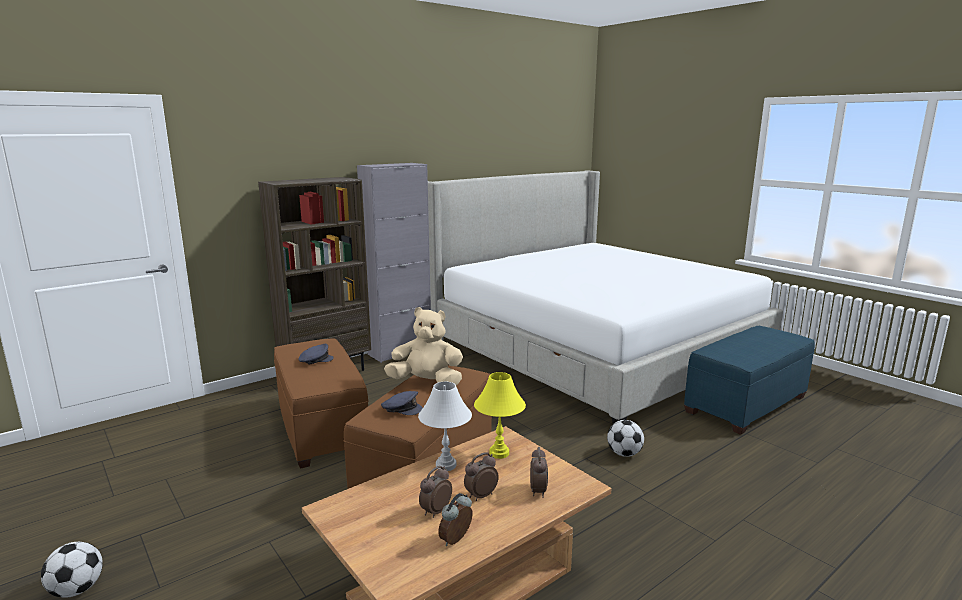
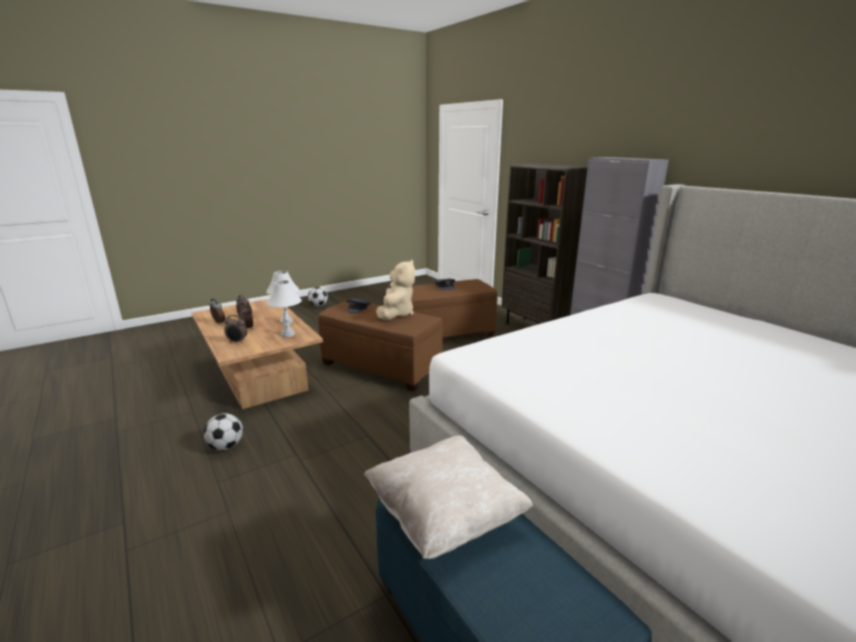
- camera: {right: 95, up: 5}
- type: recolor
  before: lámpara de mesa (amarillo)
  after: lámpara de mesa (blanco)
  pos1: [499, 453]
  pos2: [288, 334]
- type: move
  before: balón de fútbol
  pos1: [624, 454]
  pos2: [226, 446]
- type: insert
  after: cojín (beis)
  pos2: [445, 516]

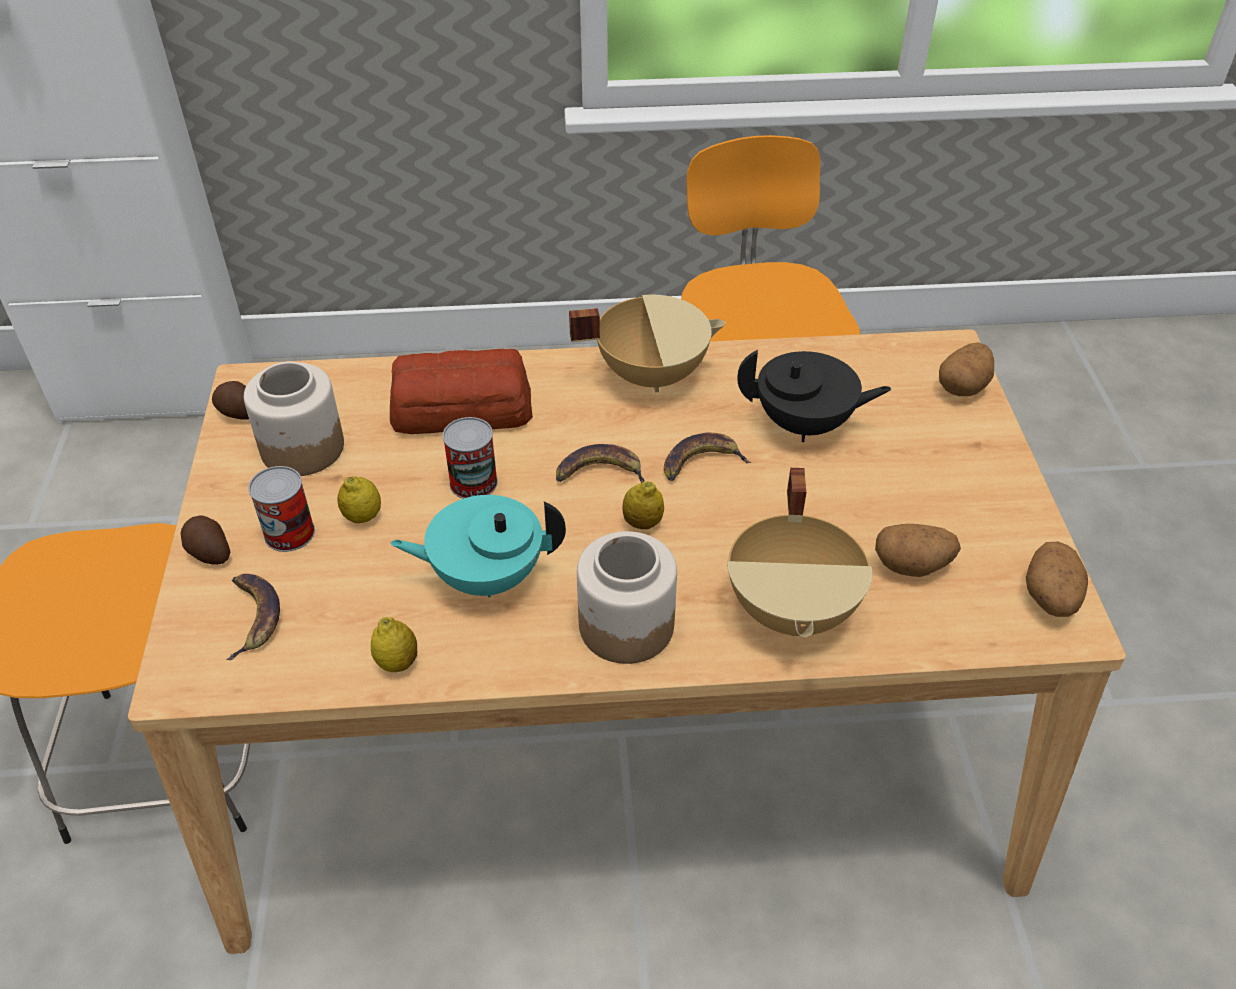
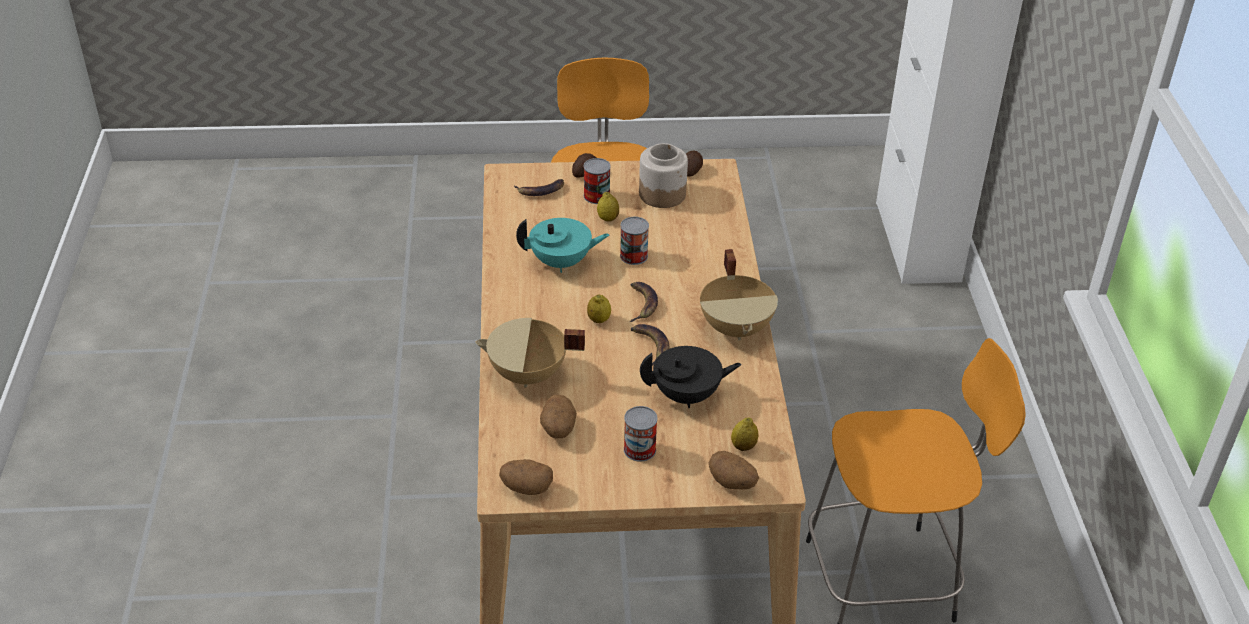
- camera: {right: 90, up: -5}
- type: move
  before: limón
  pos1: [397, 662]
  pos2: [743, 446]
- type: delete
  before: pan
  pos1: [459, 407]
- type: rotate
  before: tetera (turquesa)
  pos1: [486, 576]
  pos2: [562, 262]
  turn: 90
- type: delete
  before: tarro
  pos1: [625, 625]
- type: rotate
  before: tetera (negro)
  pos1: [805, 425]
  pos2: [687, 395]
  turn: -105
- type: insert
  after: lata
  pos2: [639, 449]

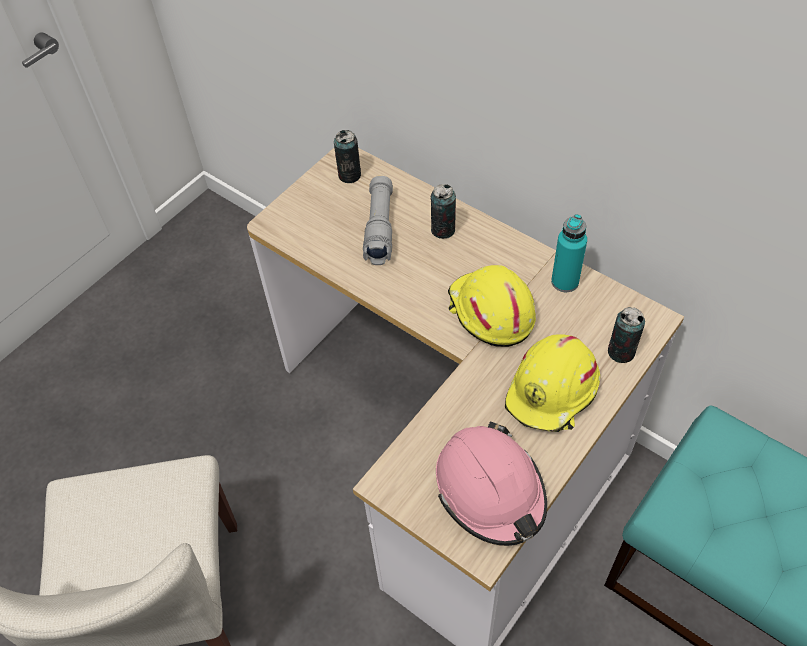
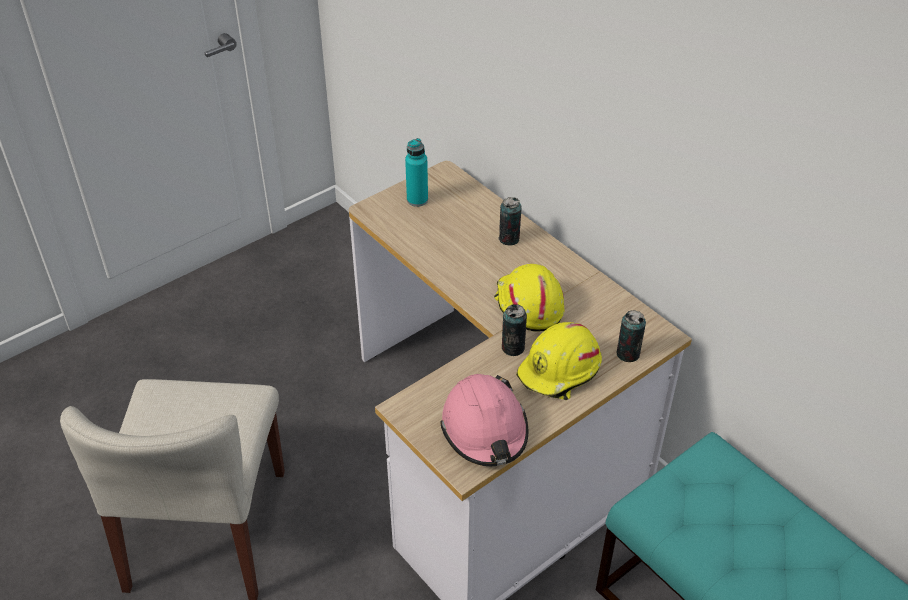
- camera: {right: 10, up: -10}
- type: move
  before: lata
  pos1: [349, 175]
  pos2: [513, 348]
- type: delete
  before: linterna (gris)
  pos1: [380, 228]
- type: move
  before: botella (turquesa)
  pos1: [565, 282]
  pos2: [417, 200]

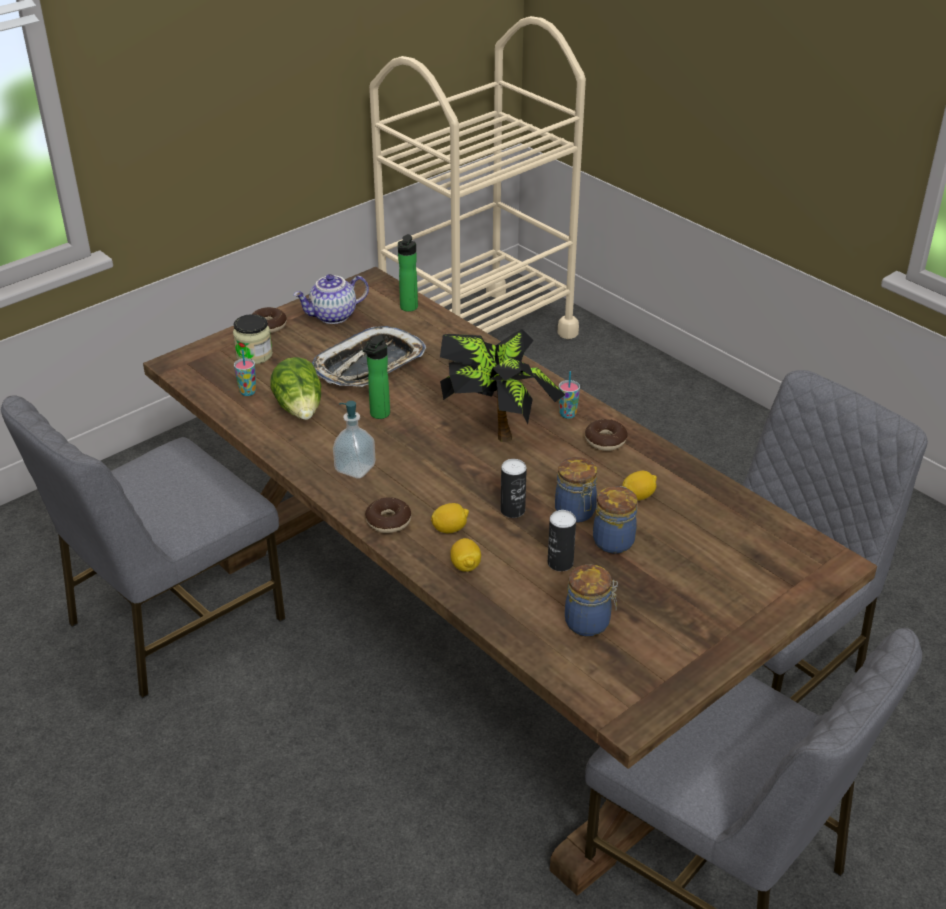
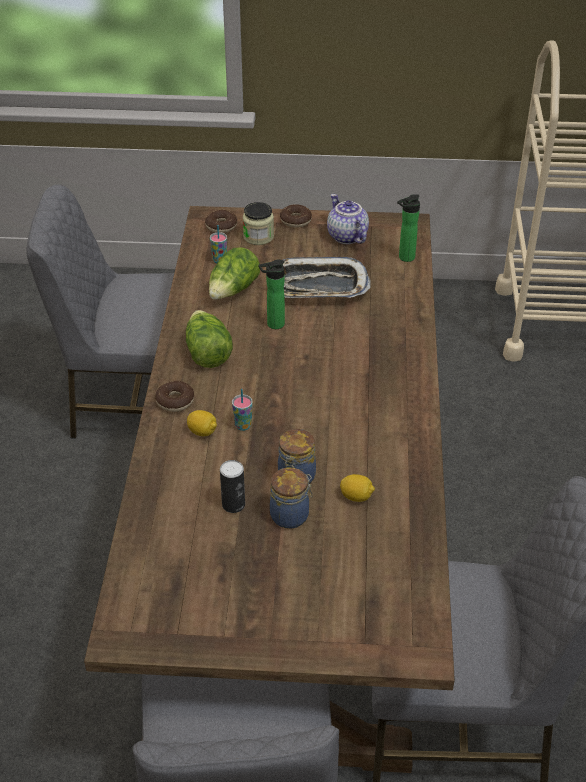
- camera: {right: 45, up: 5}
- type: rotate
  before: tetera
  pos1: [333, 316]
  pos2: [346, 236]
  turn: 45
- type: replace
  before: dispensador de jabón
  after: lechuga
  pos1: [355, 468]
  pos2: [207, 352]
- type: delete
  before: planta en maceta
  pos1: [497, 429]
- type: delete
  before: limón
  pos1: [465, 566]
- type: delete
  before: lata
  pos1: [512, 510]
- type: move
  before: taza
  pos1: [567, 414]
  pos2: [243, 425]
- type: delete
  before: tarro
  pos1: [589, 623]
- type: move
  before: rosquilla
  pos1: [605, 440]
  pos2: [221, 226]

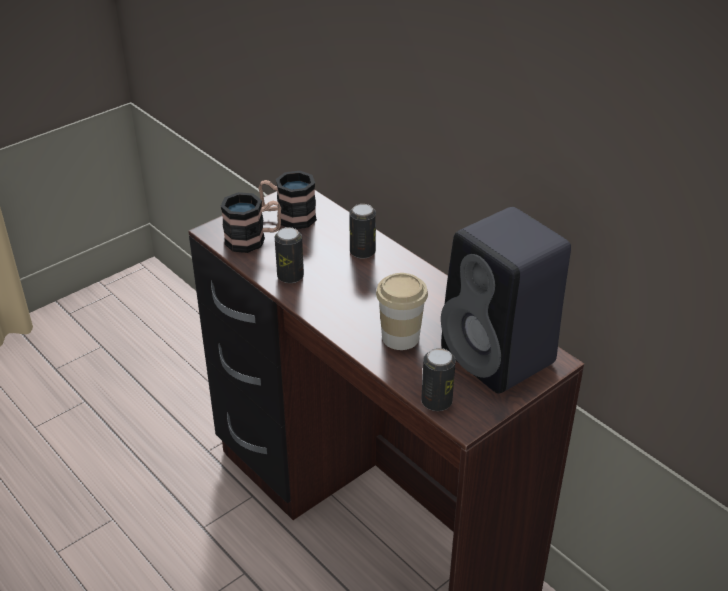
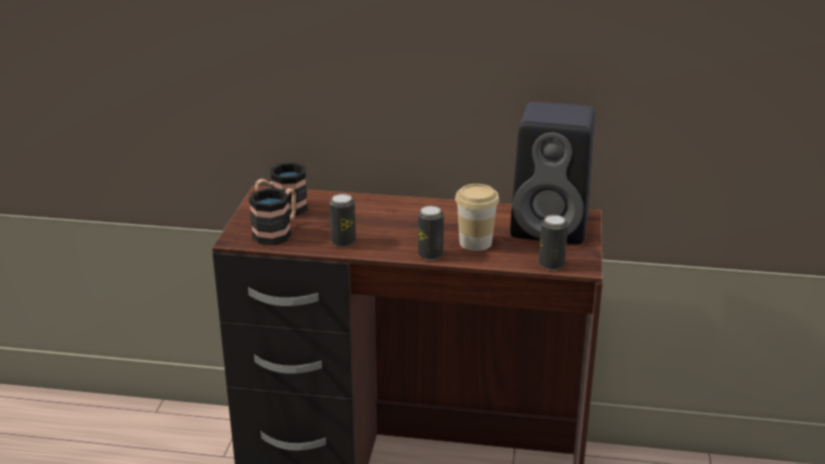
- camera: {right: -40, up: -10}
- type: move
  before: lata
  pos1: [362, 252]
  pos2: [430, 254]

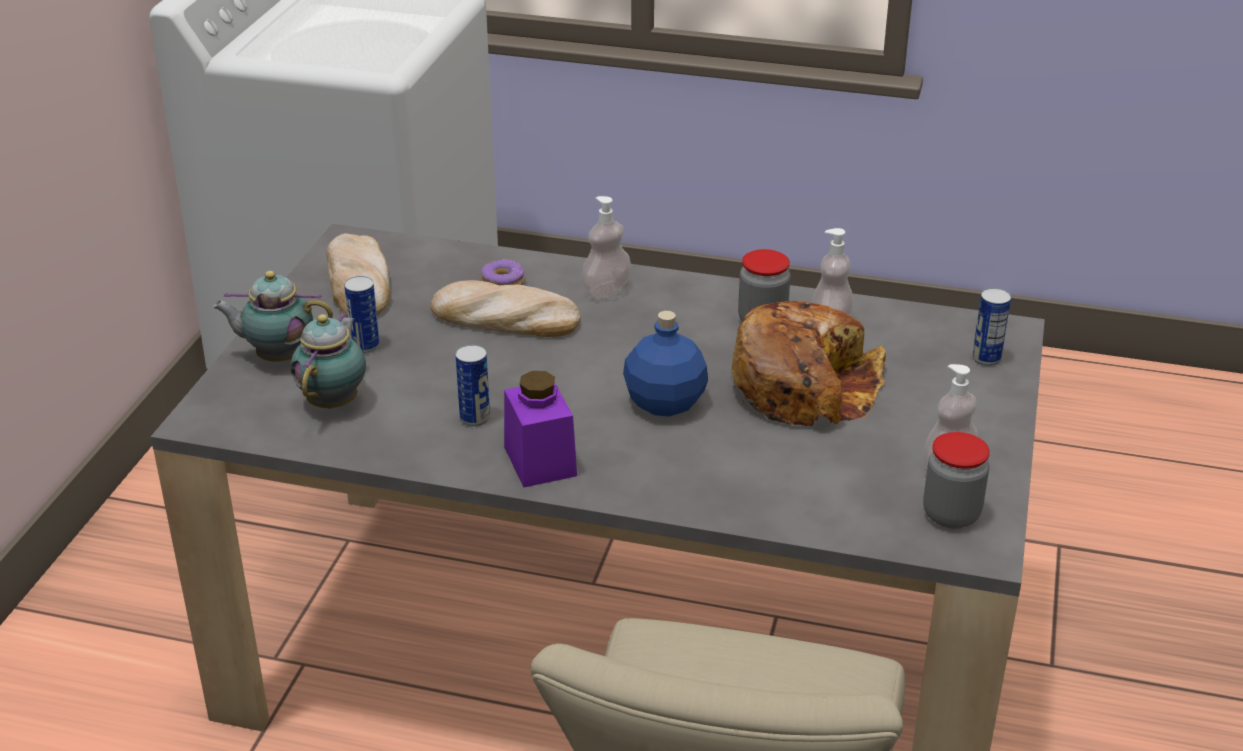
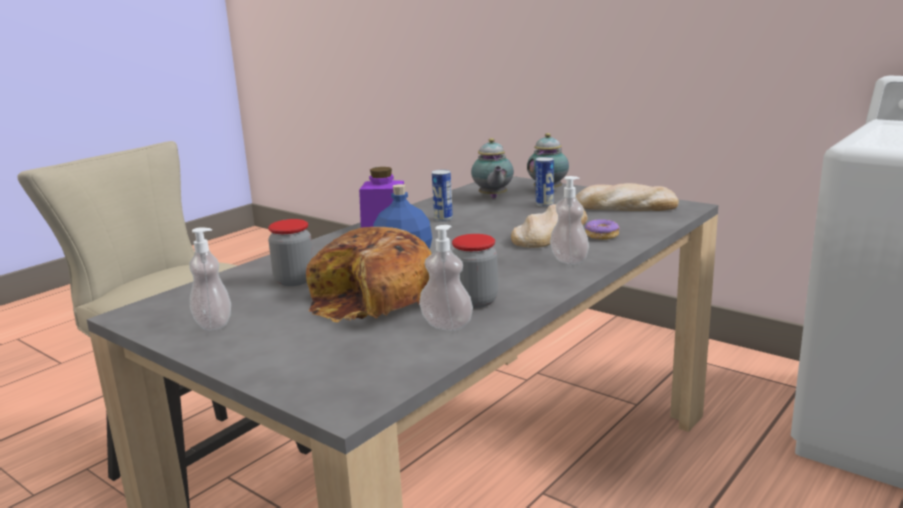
- camera: {right: 115, up: -15}
- type: rotate
  before: tetera
  pos1: [335, 401]
  pos2: [492, 197]
  turn: 45
- type: move
  before: tarro
  pos1: [951, 515]
  pos2: [294, 280]
- type: delete
  before: lata
  pos1: [986, 359]

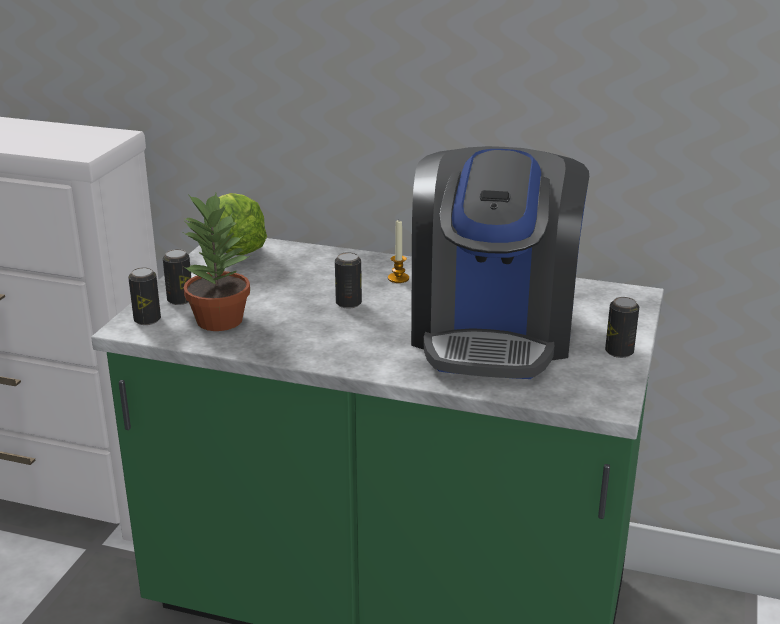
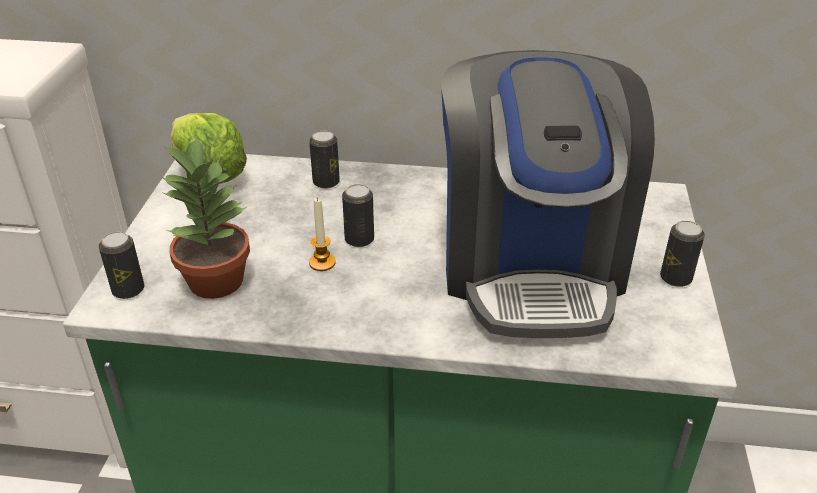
- camera: {right: -10, up: 10}
- type: move
  before: lata
  pos1: [180, 300]
  pos2: [326, 182]
- type: move
  before: vela
  pos1: [398, 278]
  pos2: [322, 263]

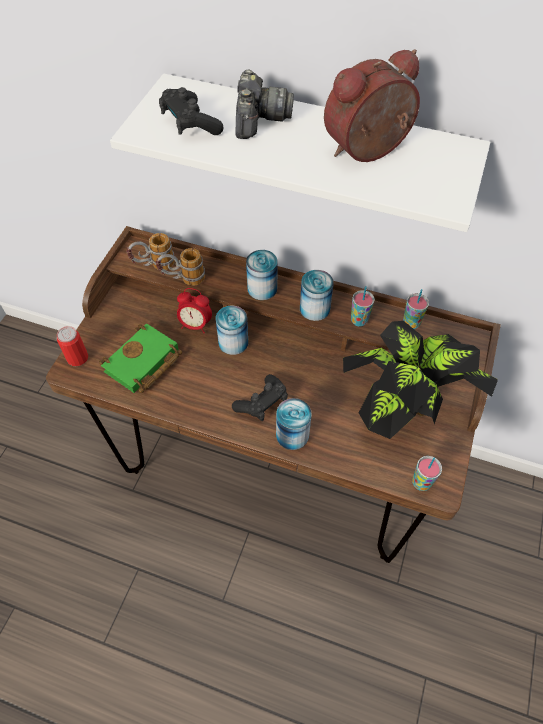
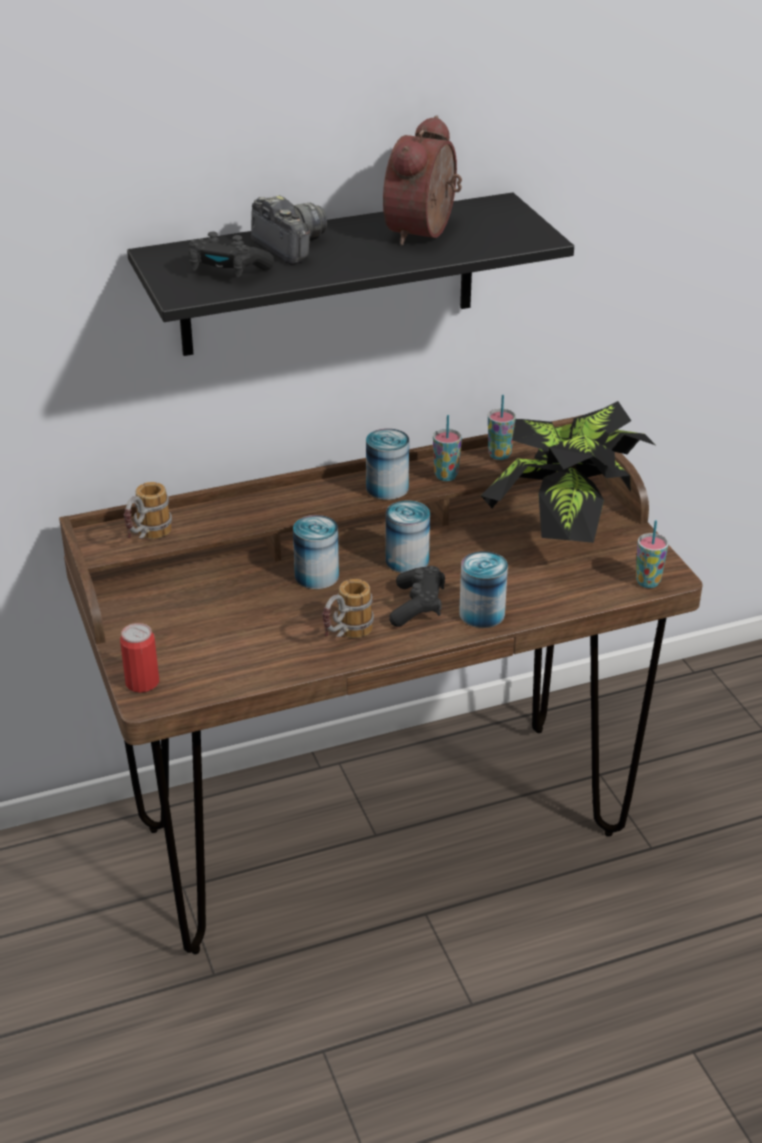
- camera: {right: -40, up: -20}
- type: delete
  before: libro (verde)
  pos1: [143, 364]
- type: recolor
  before: estante (blanco)
  after: estante (negro)
  pos1: [315, 148]
  pos2: [328, 275]
- type: move
  before: taza grande
  pos1: [183, 280]
  pos2: [345, 636]
- type: delete
  before: despertador
  pos1: [195, 325]
- type: move
  before: lata
  pos1: [262, 288]
  pos2: [407, 560]

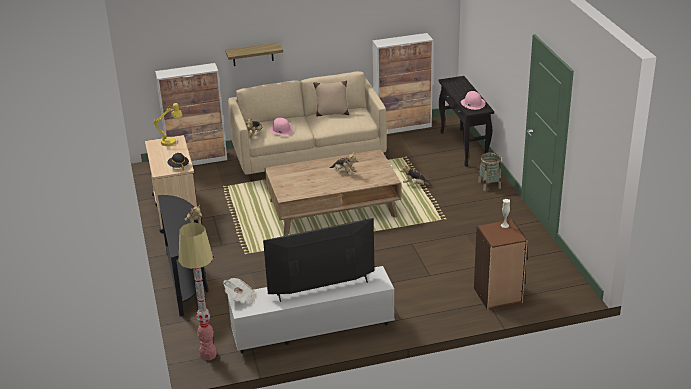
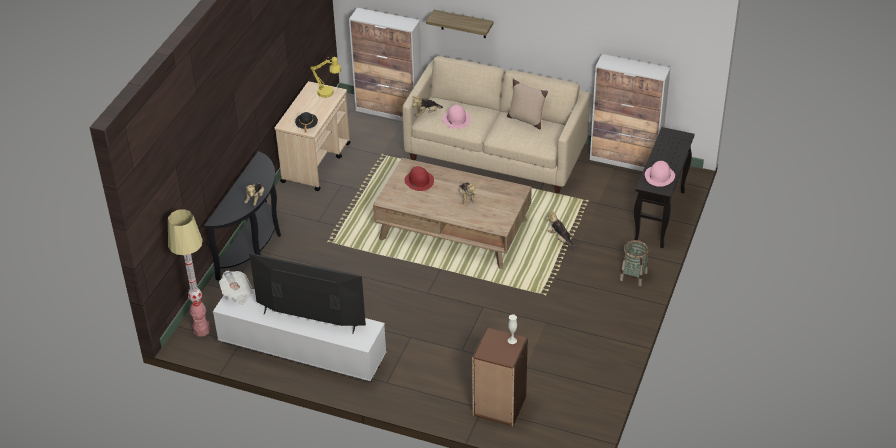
- camera: {right: 35, up: 10}
- type: insert
  after: sombrero (rojo)
  pos2: [419, 180]

